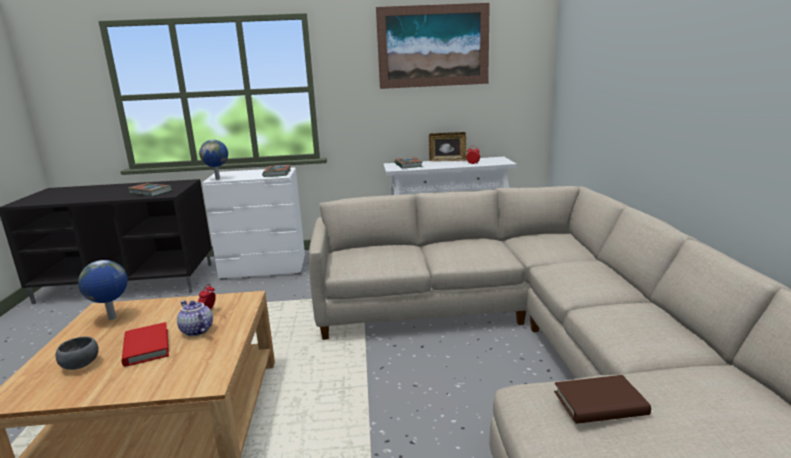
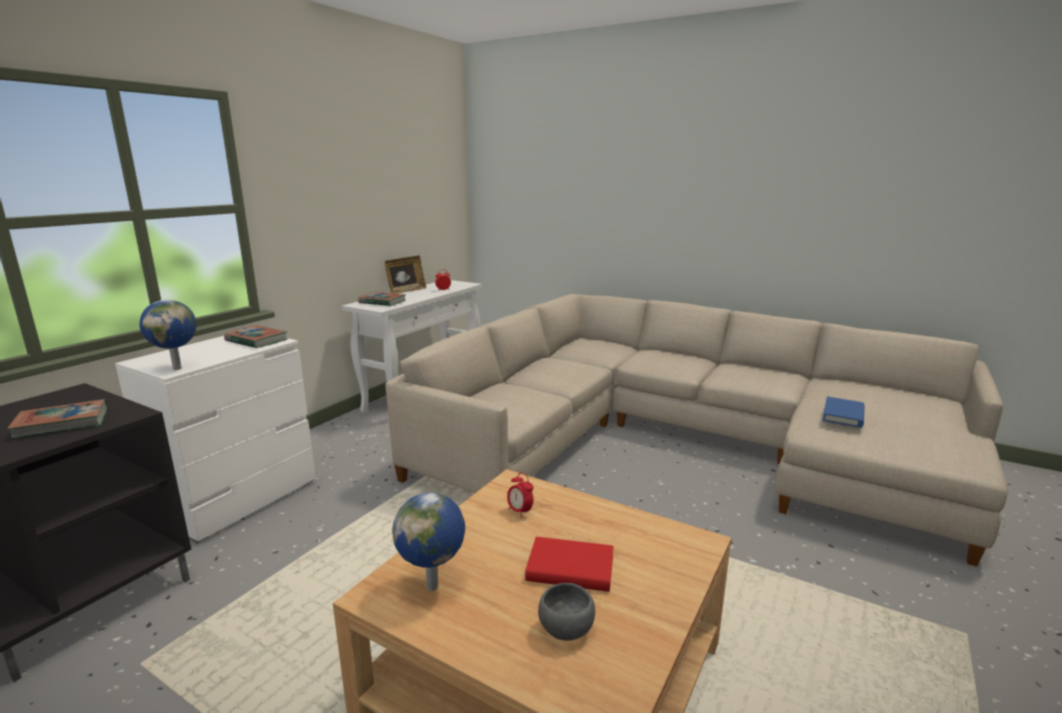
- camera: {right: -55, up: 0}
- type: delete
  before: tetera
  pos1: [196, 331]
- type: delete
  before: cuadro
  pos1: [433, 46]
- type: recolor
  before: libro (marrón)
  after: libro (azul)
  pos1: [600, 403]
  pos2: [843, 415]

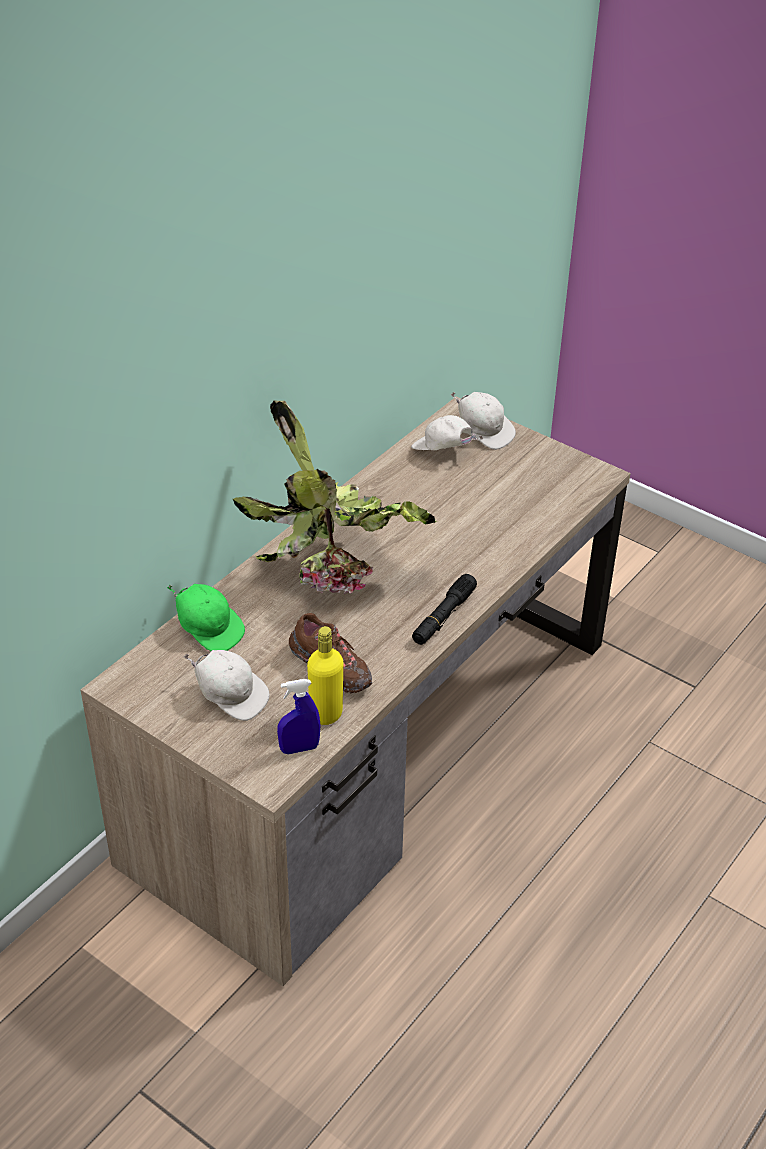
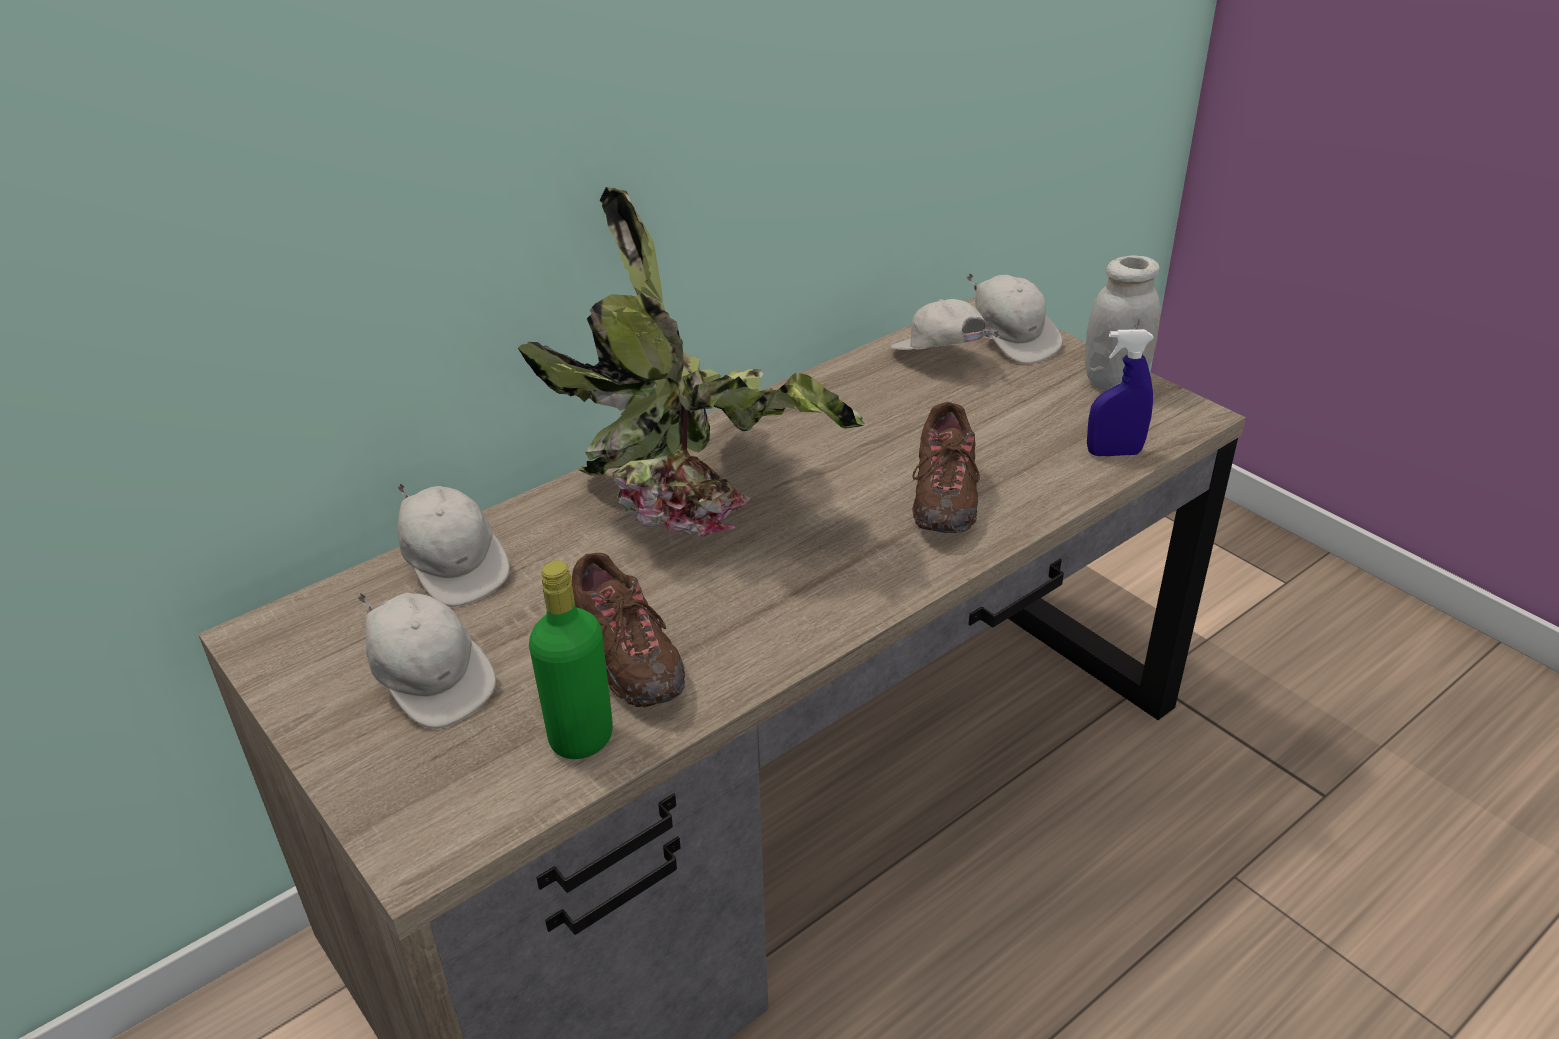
- camera: {right: 15, up: -5}
- type: recolor
  before: gorra (verde)
  after: gorra (blanco)
  pos1: [209, 629]
  pos2: [455, 568]
- type: move
  before: pulverizador (azul)
  pos1: [299, 748]
  pos2: [1113, 453]
- type: recolor
  before: botella (amarillo)
  after: botella (verde)
  pos1: [326, 714]
  pos2: [581, 738]
- type: delete
  before: linterna (negro)
  pos1: [443, 616]
- type: insert
  after: zapato (marrón)
  pos2: [944, 497]
- type: insert
  after: tarro (blanco)
  pos2: [1114, 380]

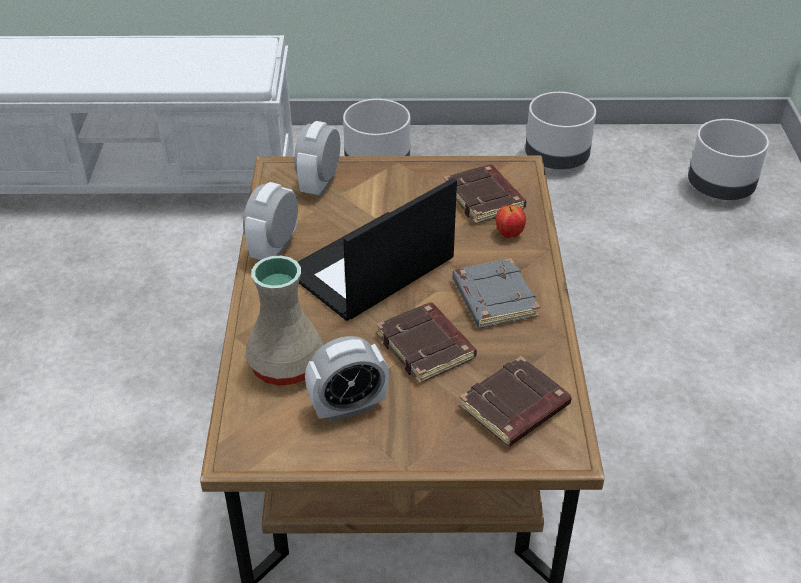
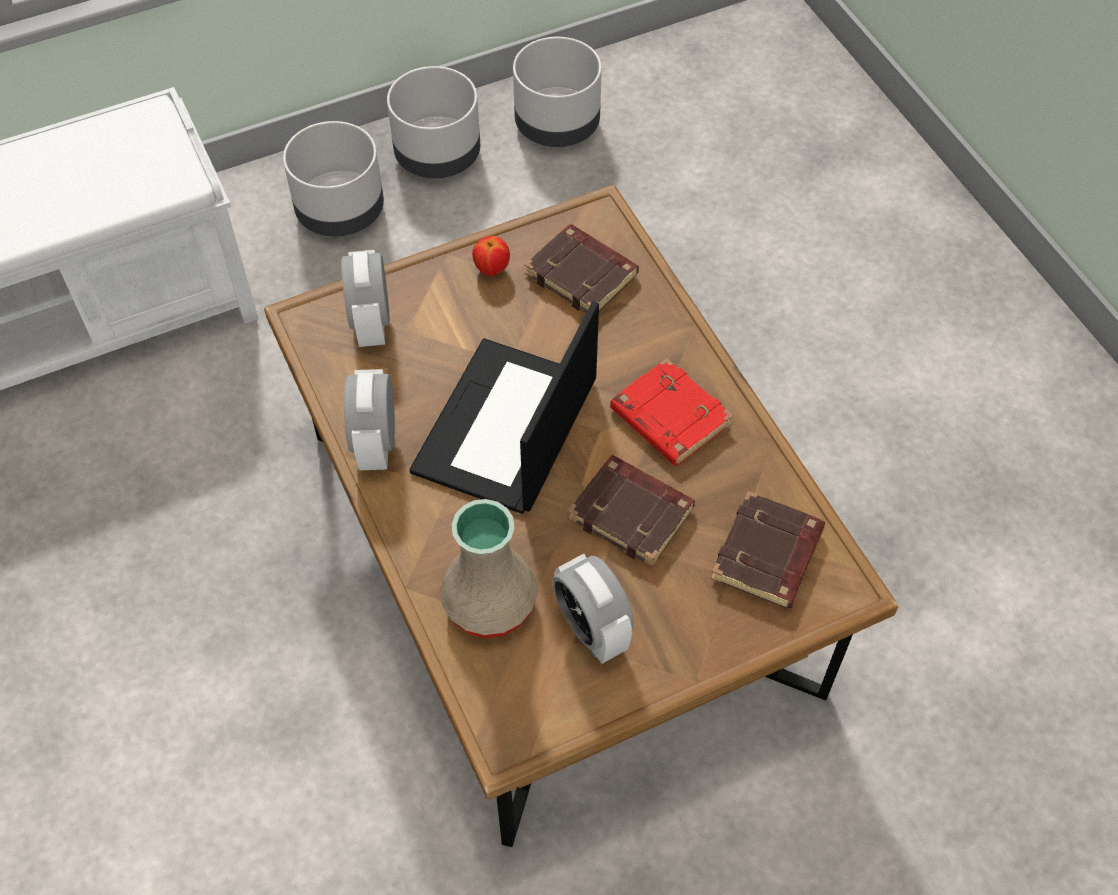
- camera: {right: -25, up: 15}
- type: rotate
  before: despertador
  pos1: [348, 407]
  pos2: [591, 629]
  turn: 105
- type: recolor
  before: libro (gris)
  after: libro (rojo)
  pos1: [492, 298]
  pos2: [668, 418]
- type: move
  before: manzana
  pos1: [509, 234]
  pos2: [492, 269]
- type: move
  before: maceta (gris)
  pos1: [719, 188]
  pos2: [437, 156]

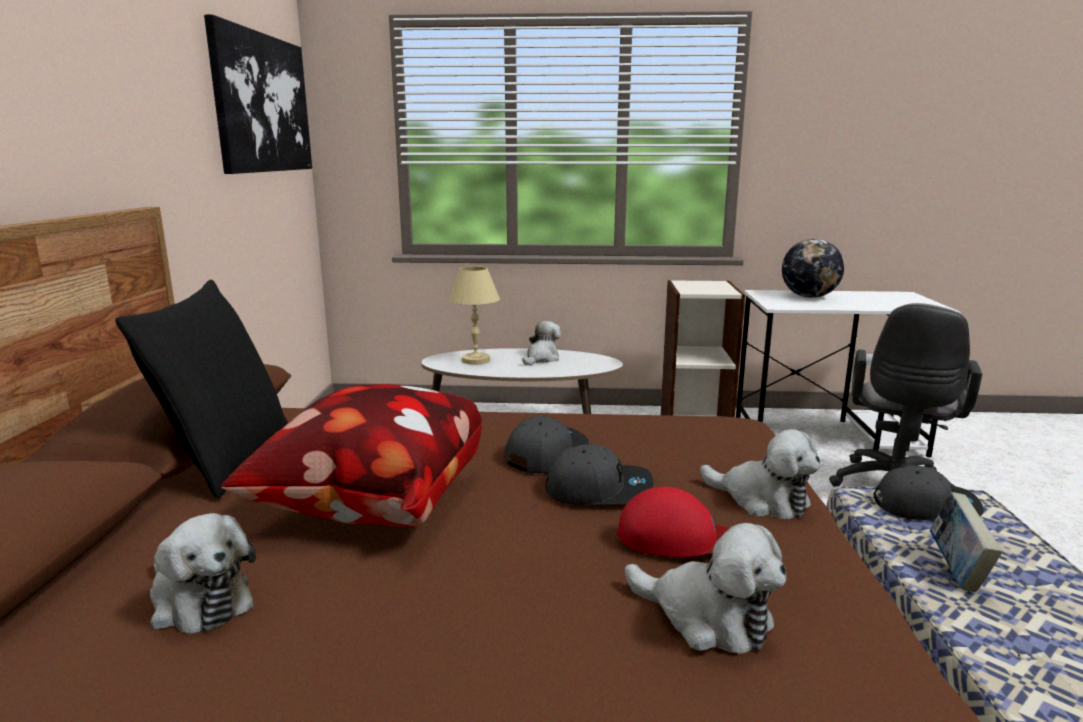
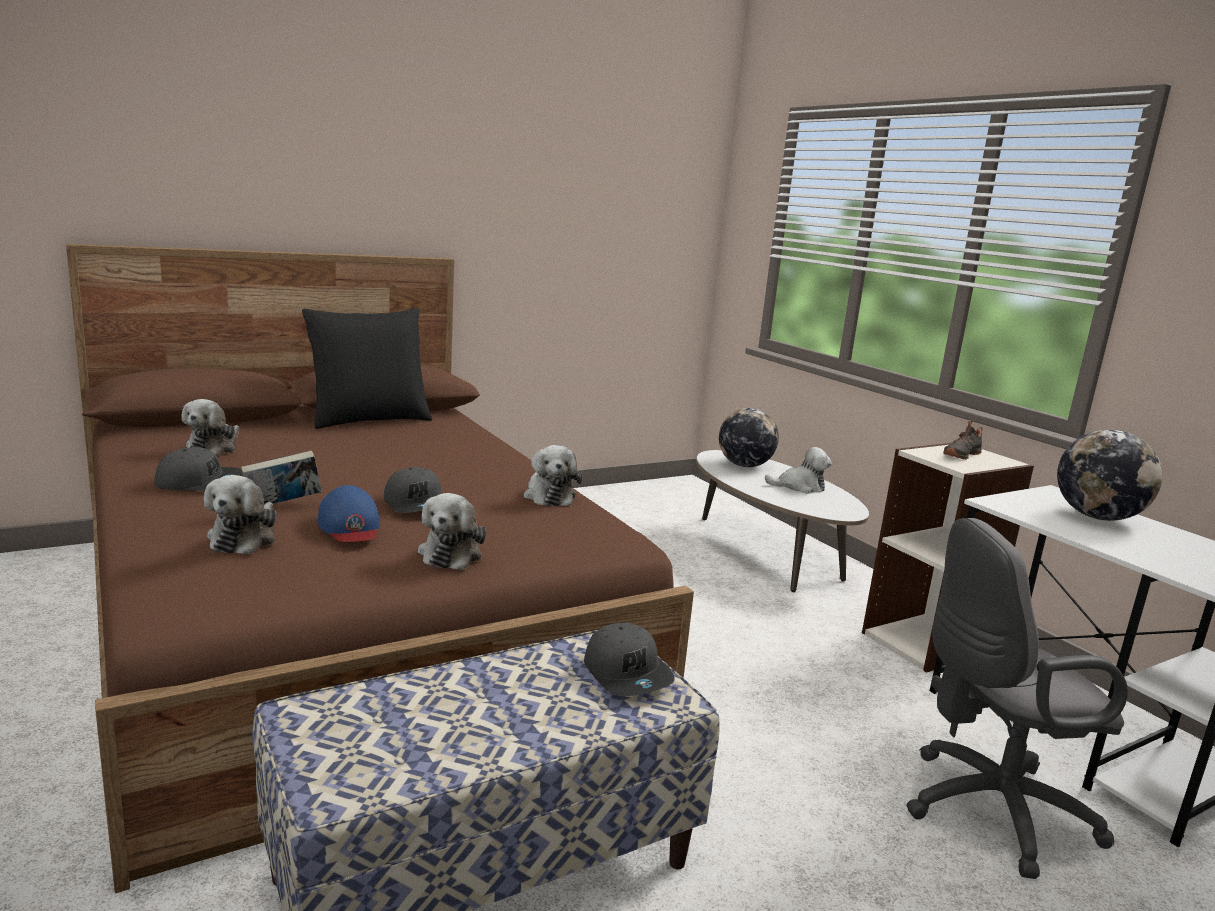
- camera: {right: 55, up: 0}
- type: delete
  before: cuadro
  pos1: [262, 103]
- type: delete
  before: cojín
  pos1: [370, 506]
- type: replace
  before: lámpara de mesa (beis)
  after: globo terráqueo
  pos1: [475, 360]
  pos2: [744, 465]
- type: move
  before: gorra (gris)
  pos1: [545, 453]
  pos2: [200, 482]
- type: recolor
  before: gorra (rojo)
  after: gorra (azul)
  pos1: [677, 537]
  pos2: [350, 526]
- type: move
  before: libro
  pos1: [957, 571]
  pos2: [282, 506]
- type: insert
  after: peluche
  pos2: [549, 495]
- type: insert
  after: zapato (negro)
  pos2: [960, 455]

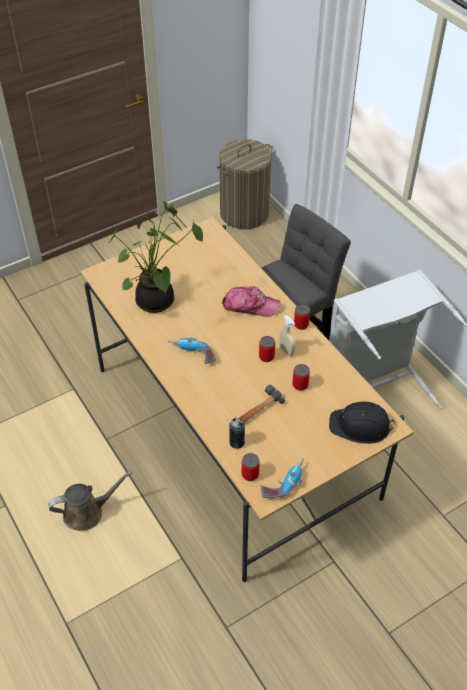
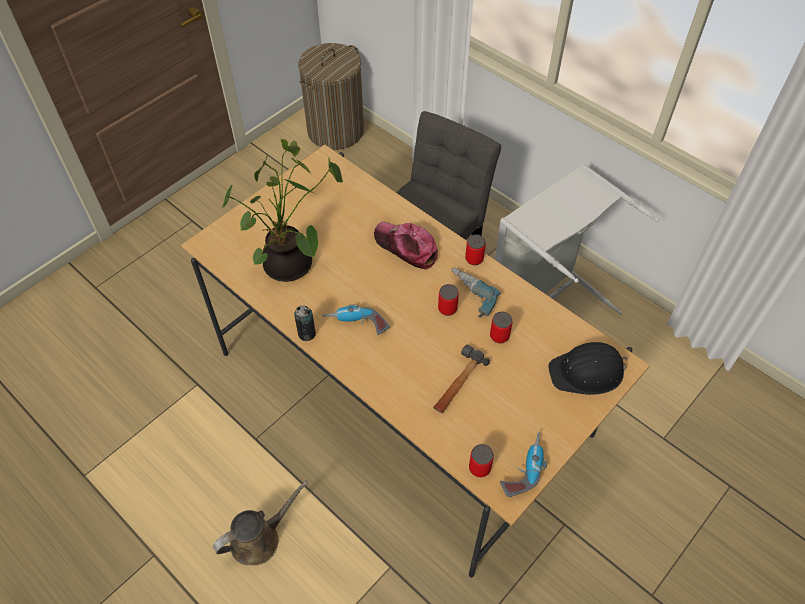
- camera: {right: -15, up: 5}
- type: rotate
  before: gorra
  pos1: [250, 305]
  pos2: [406, 247]
  turn: -135
- type: move
  before: lata
  pos1: [237, 442]
  pos2: [307, 334]
- type: replace
  before: pulverizador (beis)
  after: taladro
  pos1: [286, 351]
  pos2: [468, 296]

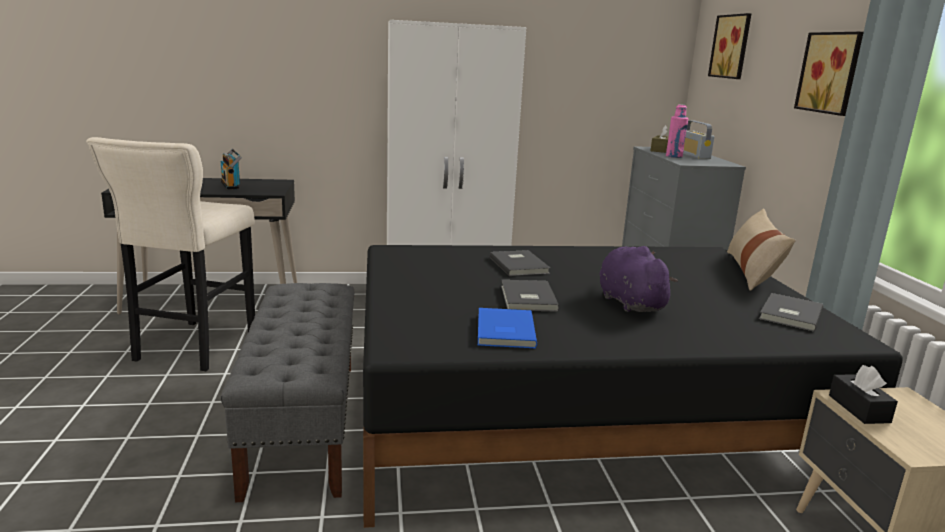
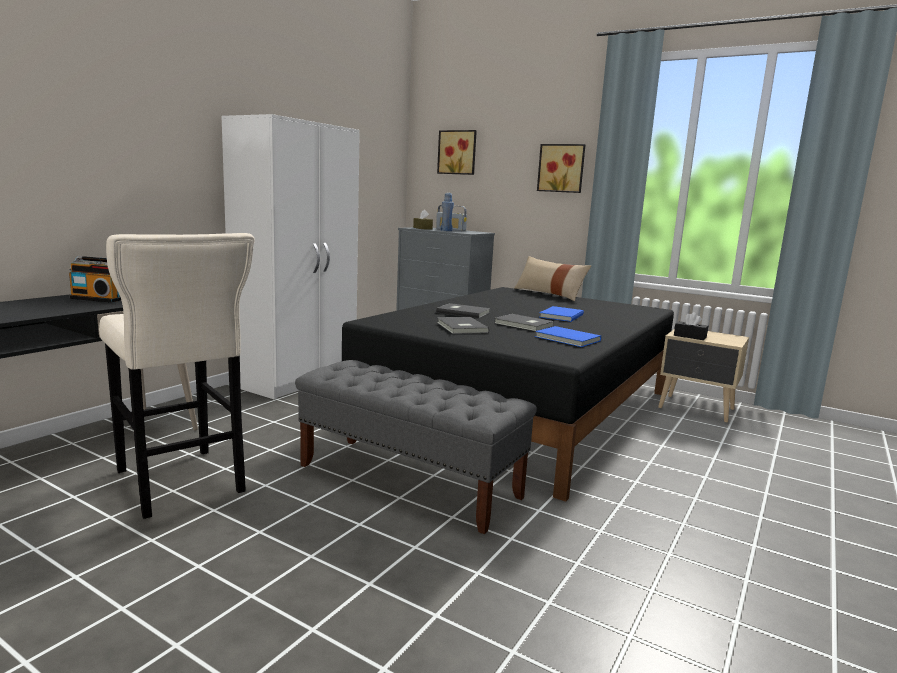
- camera: {right: -50, up: -5}
- type: replace
  before: peluche (morado)
  after: libro (azul)
  pos1: [629, 302]
  pos2: [560, 316]
- type: recolor
  before: botella (rosa)
  after: botella (azul)
  pos1: [674, 156]
  pos2: [446, 230]
- type: move
  before: libro (gris)
  pos1: [788, 314]
  pos2: [461, 328]

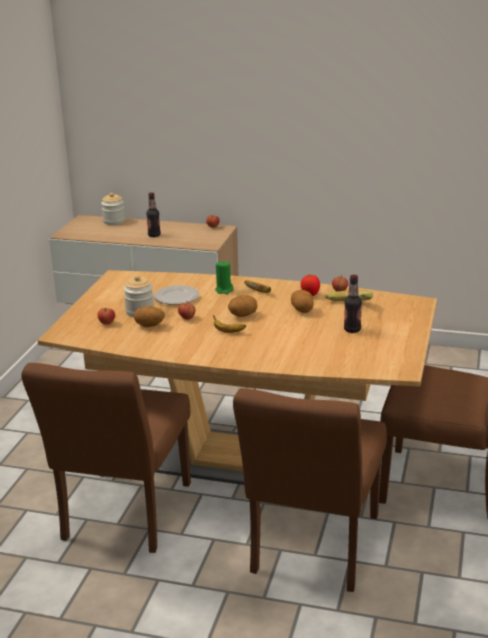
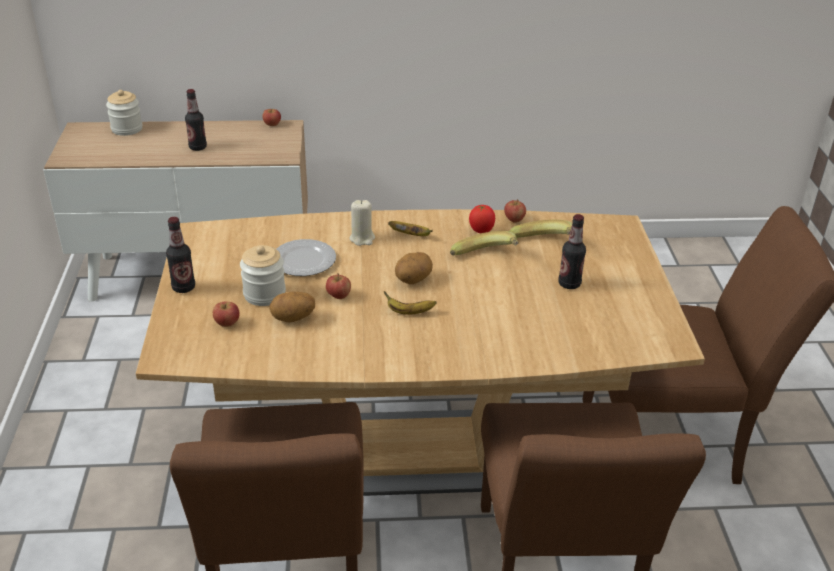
- camera: {right: -20, up: 10}
- type: recolor
  before: vela (verde)
  after: vela (beis)
  pos1: [224, 290]
  pos2: [362, 238]
- type: replace
  before: patata
  after: plátano
  pos1: [302, 310]
  pos2: [486, 260]
- type: insert
  after: botella
  pos2: [183, 287]

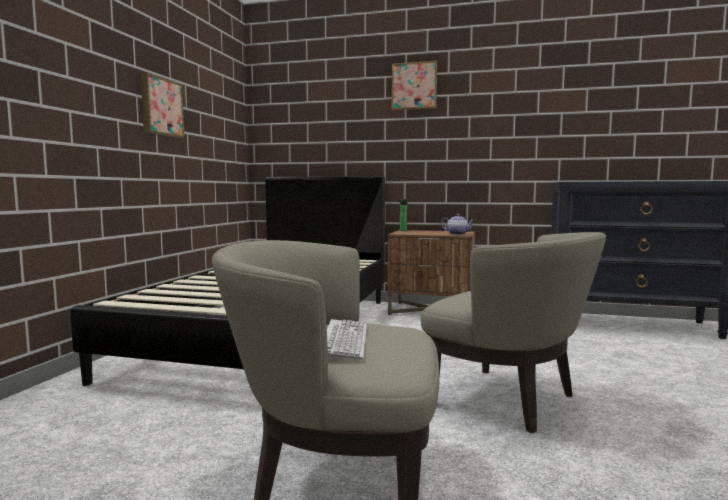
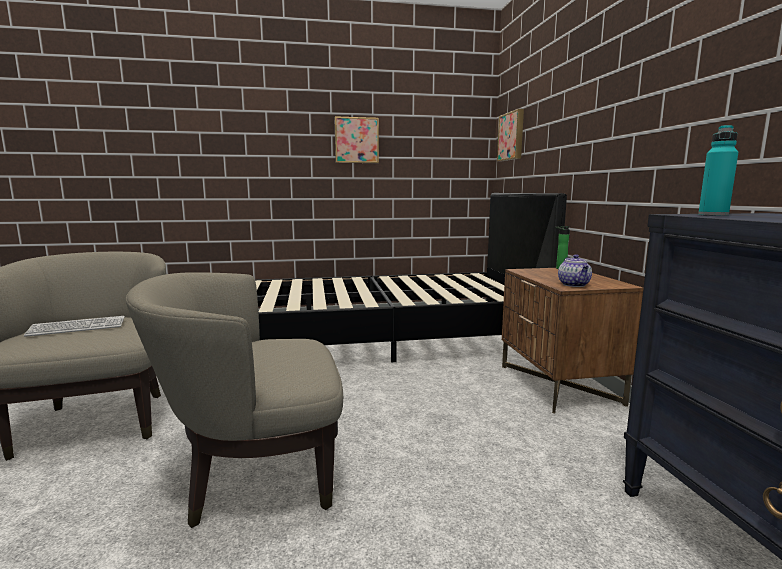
- camera: {right: 65, up: 5}
- type: move
  before: cuadro
  pos1: [414, 86]
  pos2: [512, 136]
- type: rotate
  before: sillón (beis)
  pos1: [509, 400]
  pos2: [255, 474]
  turn: 60
- type: insert
  after: botella (turquesa)
  pos2: [713, 215]

